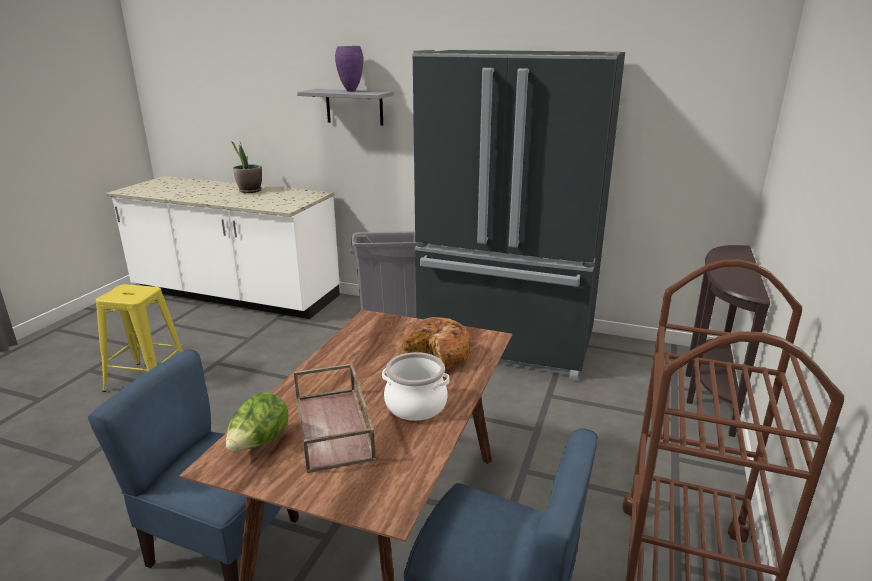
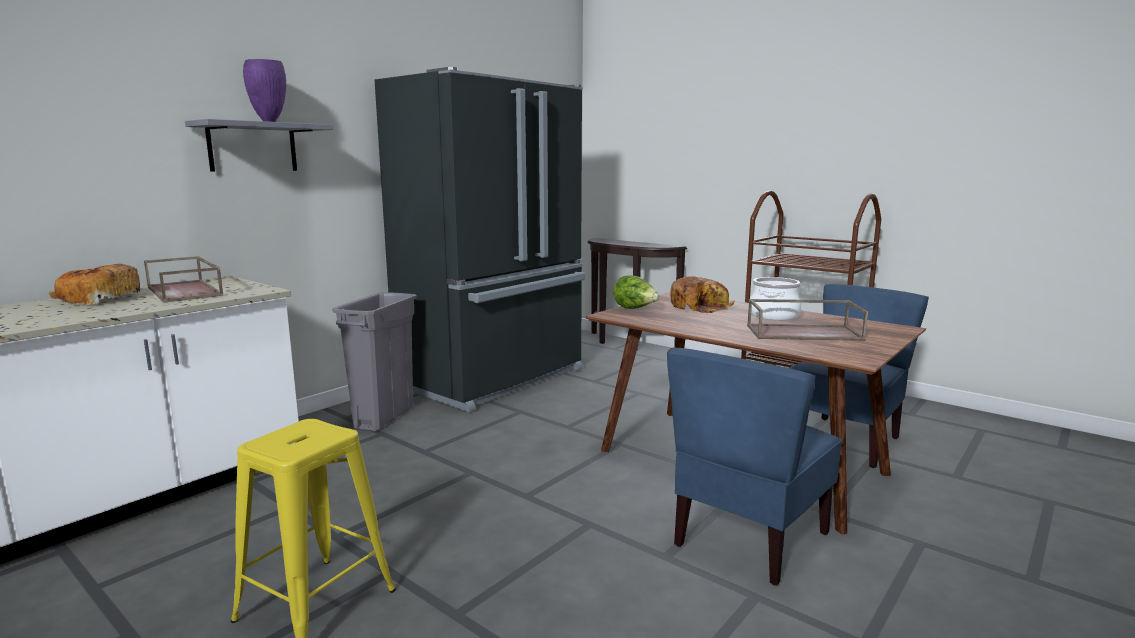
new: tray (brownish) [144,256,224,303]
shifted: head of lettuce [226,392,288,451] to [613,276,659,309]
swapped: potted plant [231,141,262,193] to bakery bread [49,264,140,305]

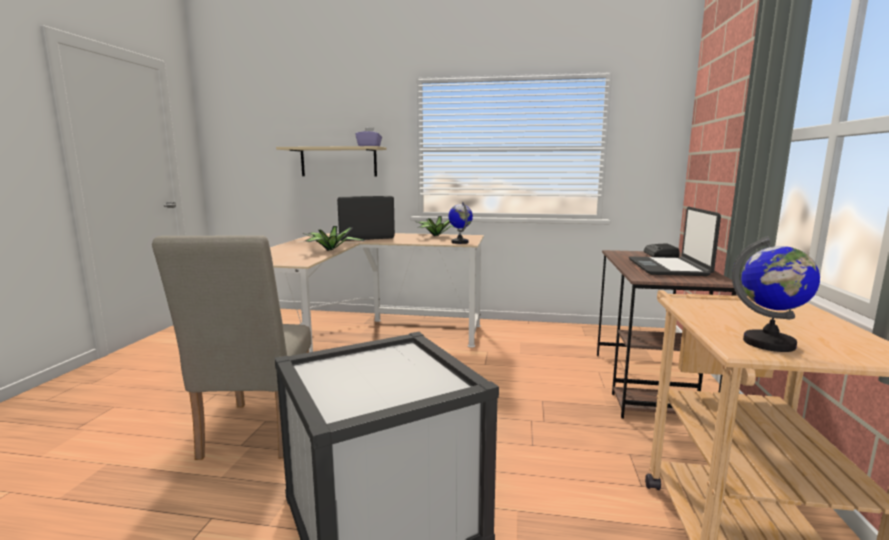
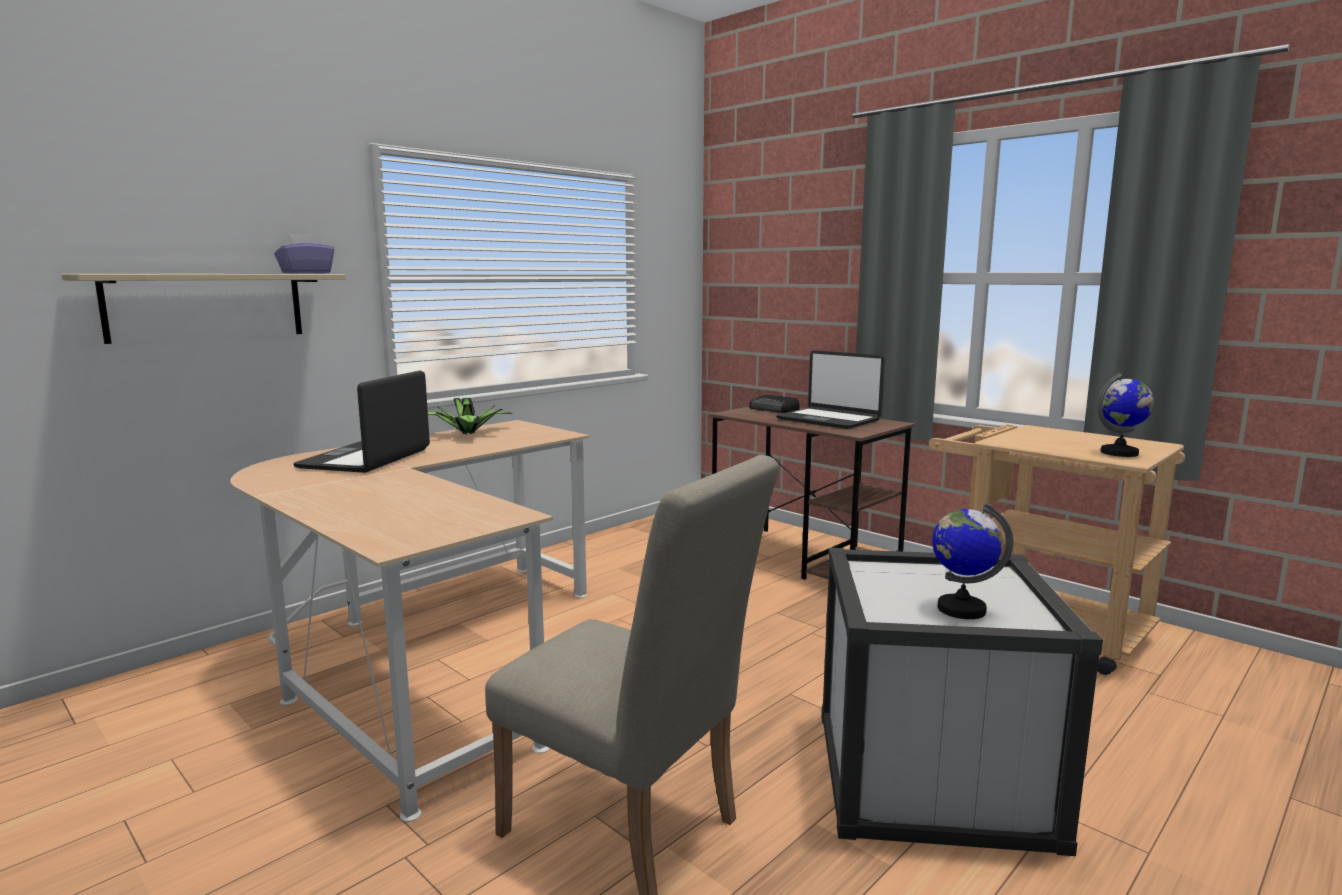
gone: potted plant [303,226,364,251]
shifted: desk globe [448,201,473,244] to [932,503,1013,619]

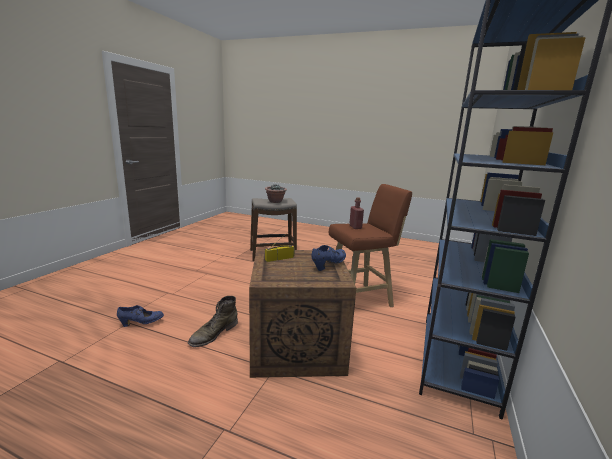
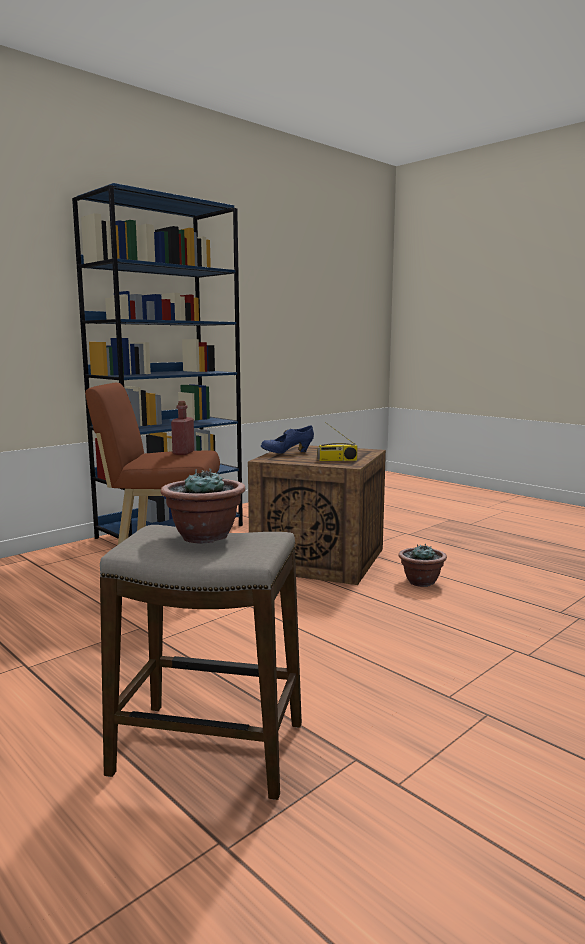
gone: shoe (blue) [117,305,164,327]
swapped: boot (green-coloured) [188,296,238,347] to potted plant [399,544,447,587]

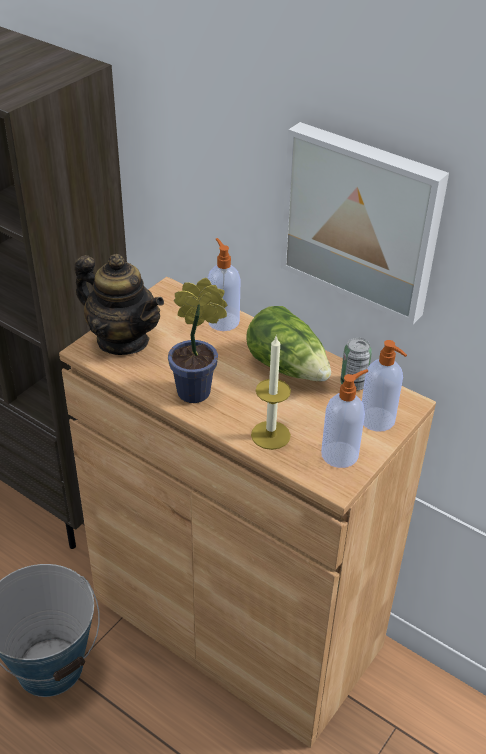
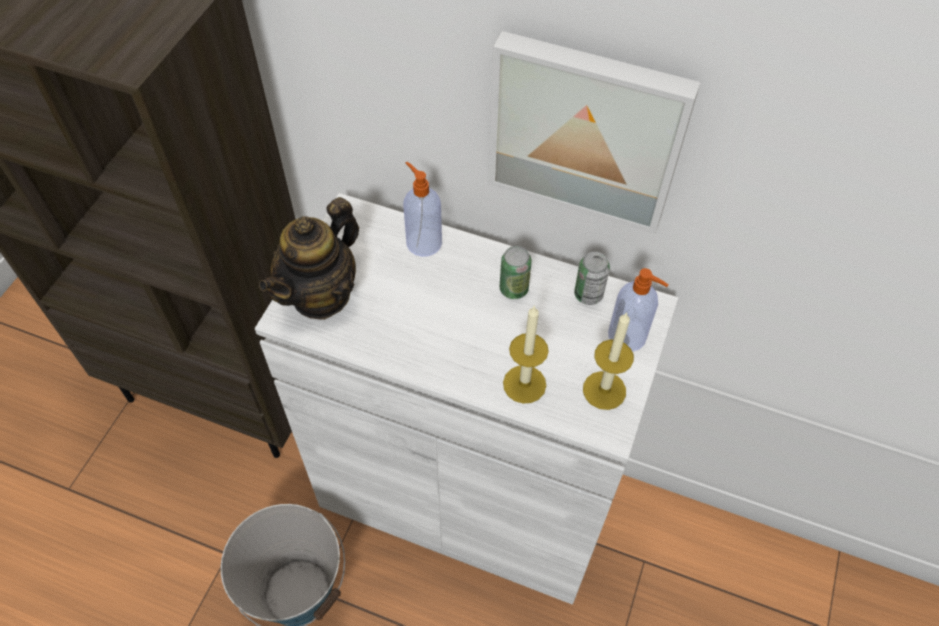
gone: potted plant [168,278,227,403]
swapped: head of lettuce [246,306,331,381] to sealed can [500,246,532,299]; liquid soap bottle [321,369,369,468] to wax candle [583,312,634,410]
repainted: cupboard (brownish) [59,277,436,748] to cupboard (white-coloured) [255,193,678,605]
rotated: tea pot [75,254,164,355] = [259,197,359,320] 105 degrees clockwise

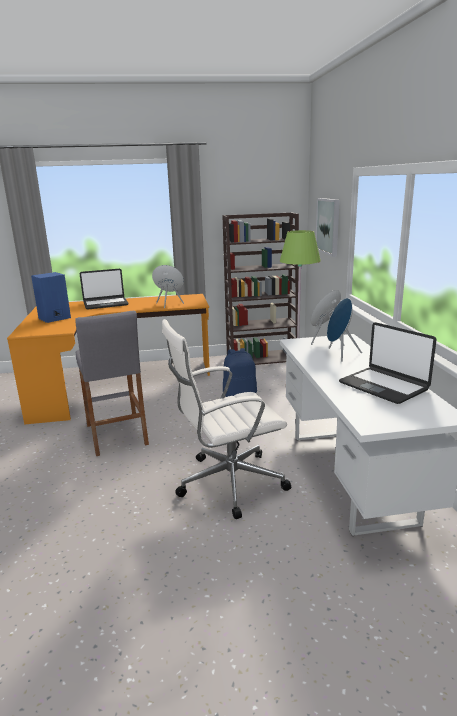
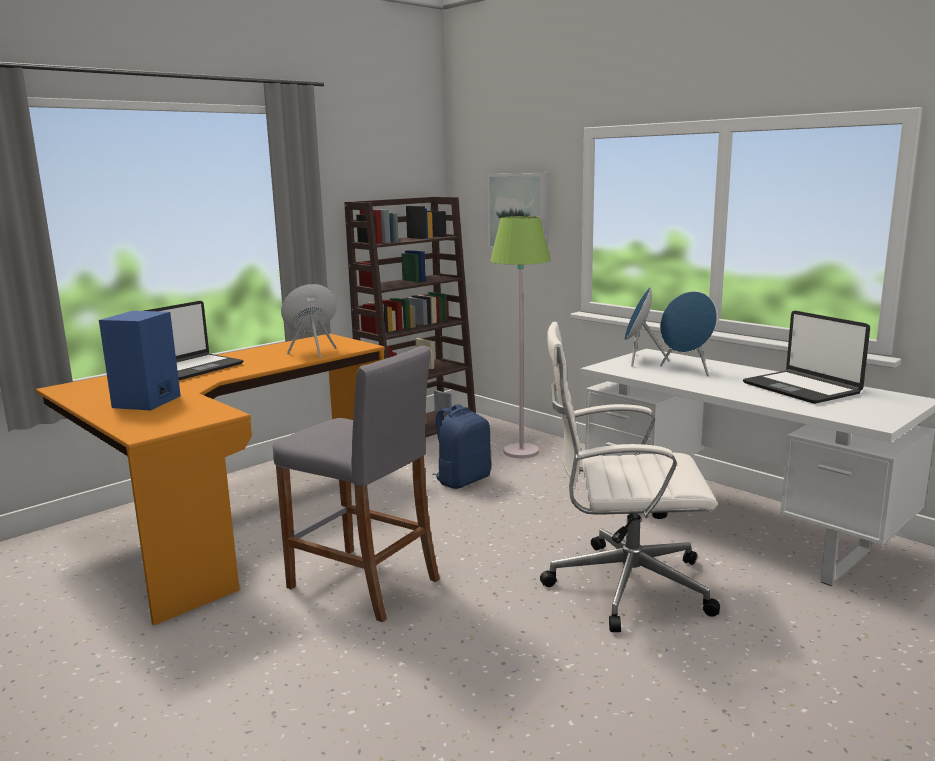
rotated: computer chair (white-coloured) [162,319,291,519] = [540,322,720,632] 60 degrees clockwise; laptop [339,322,437,404] = [743,311,870,404] 45 degrees clockwise

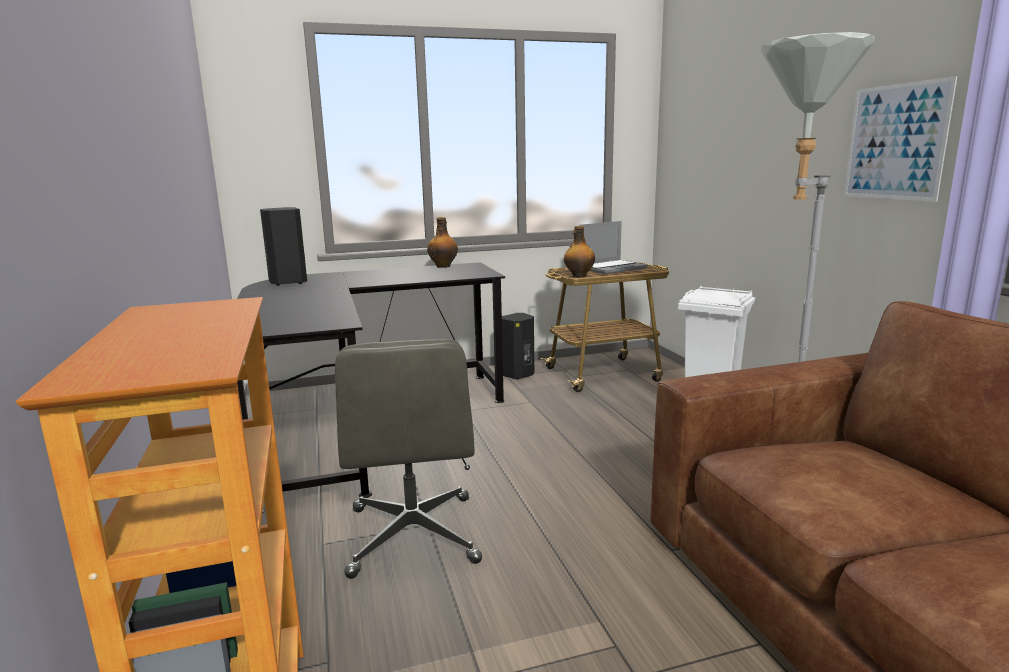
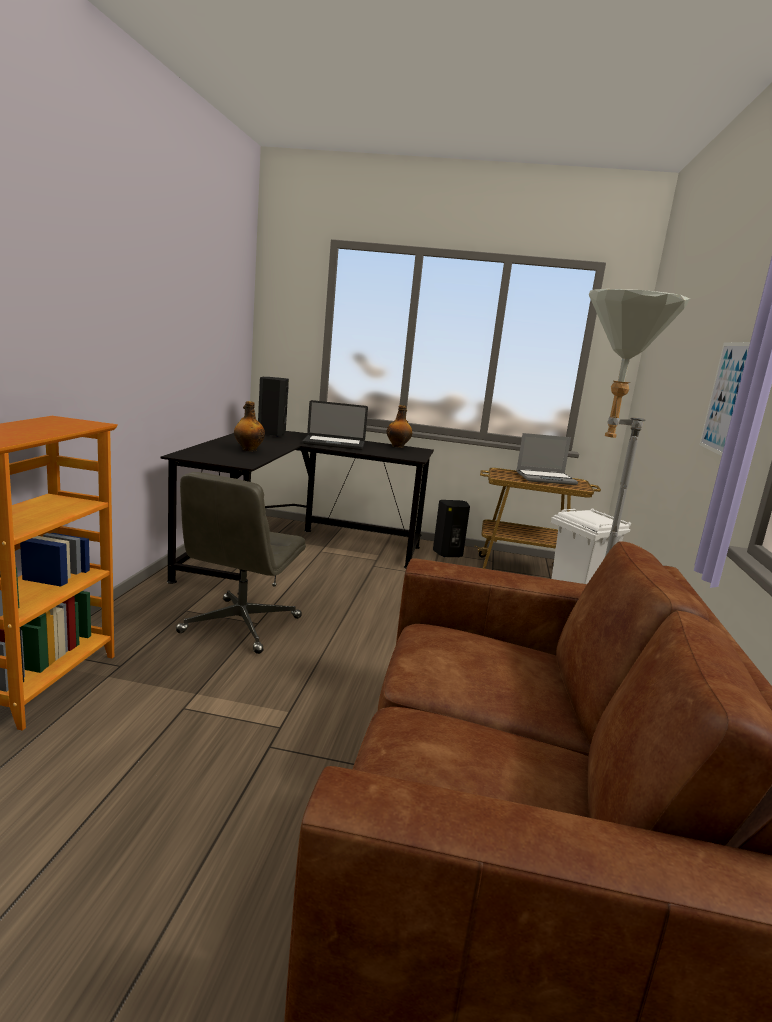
new: laptop [303,400,368,450]
shifted: drink bottle [564,226,595,277] to [234,401,265,451]

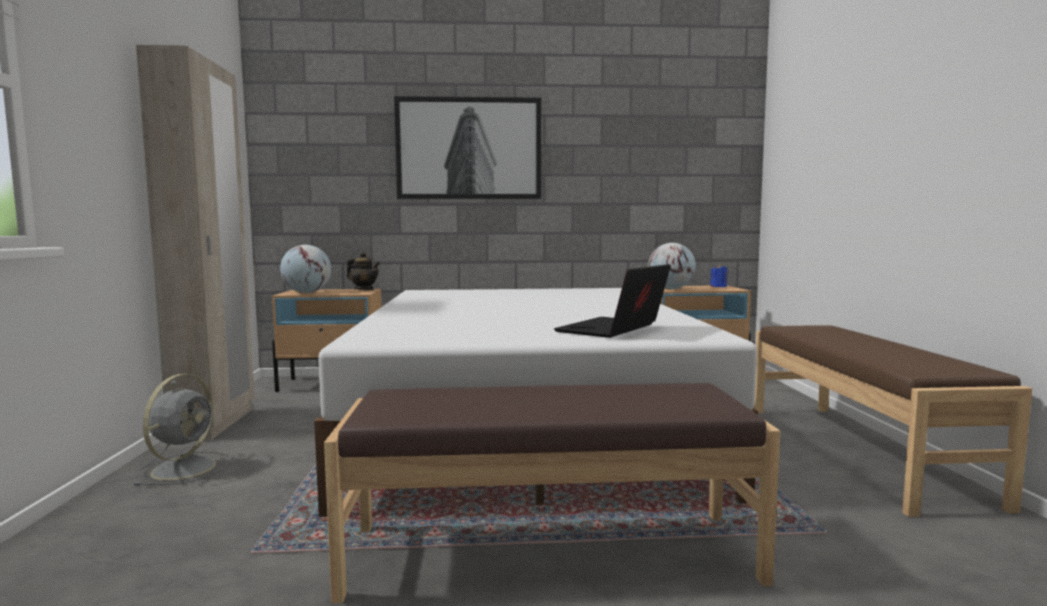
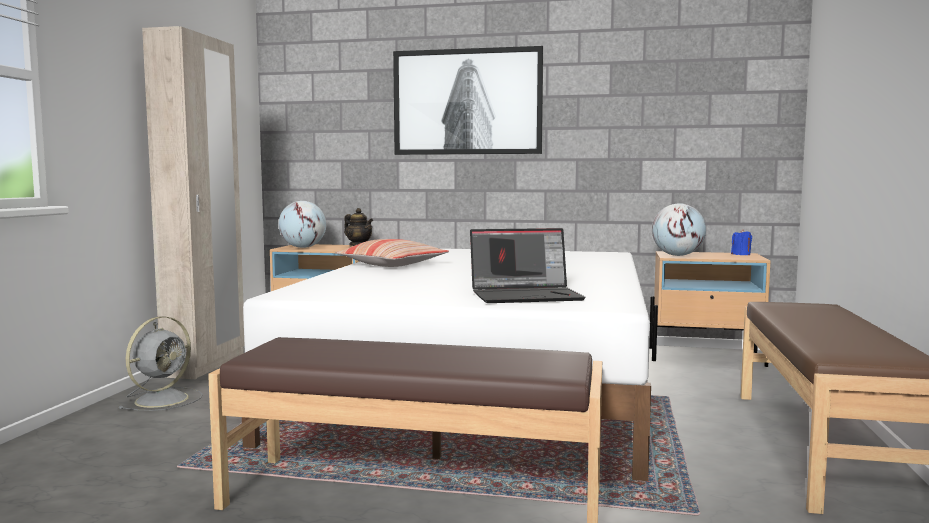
new: pillow [335,239,449,267]
rotated: laptop [554,264,671,338] = [470,228,586,303] 150 degrees counterclockwise

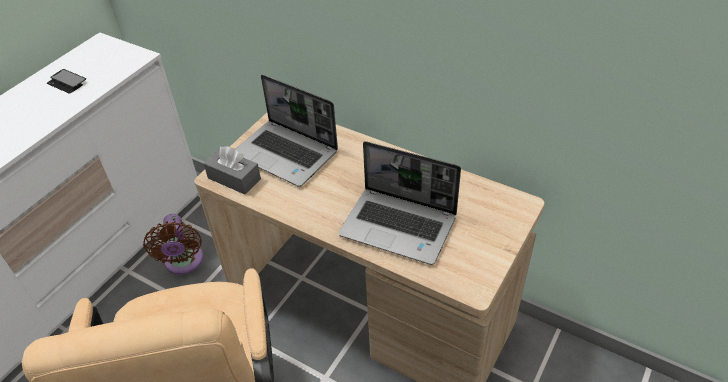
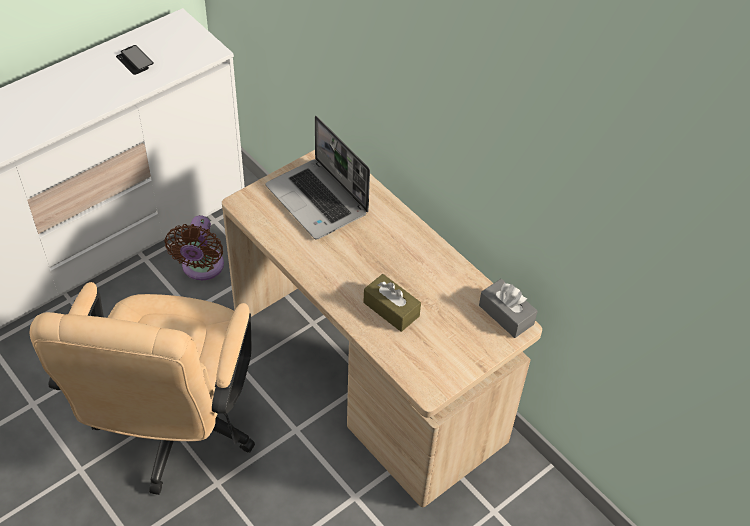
shifted: tissue holder (grey) [204,146,261,195] to [479,279,538,338]
swapped: laptop [338,141,461,265] to tissue holder (brownish) [363,274,421,332]

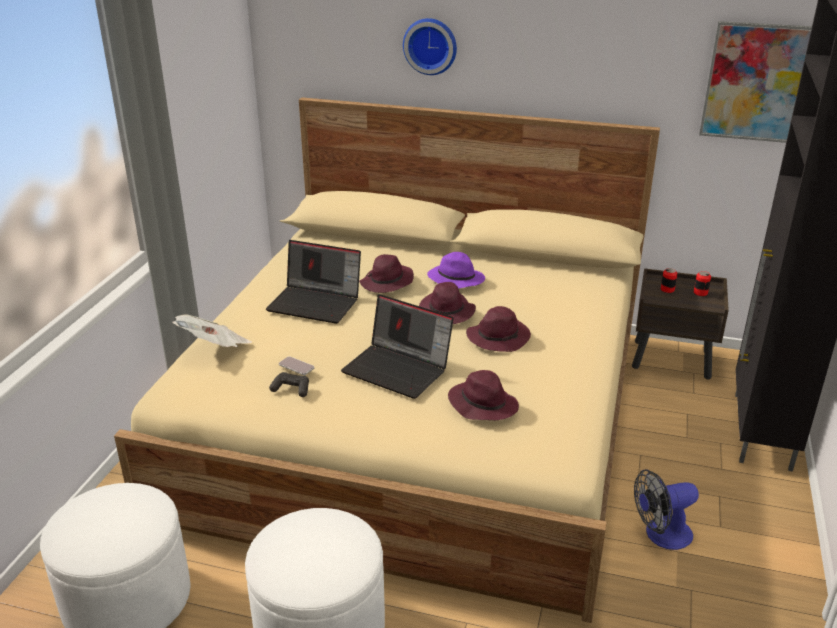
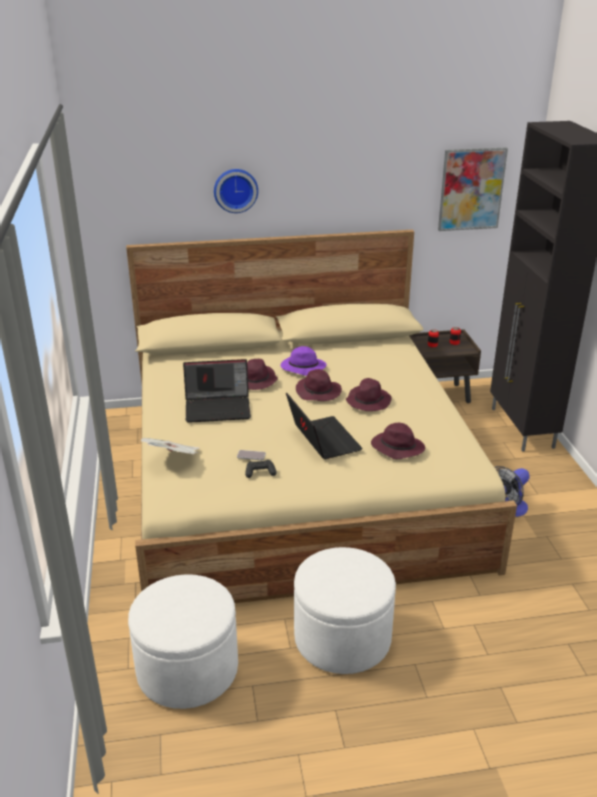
rotated: laptop [341,294,454,399] = [286,392,363,459] 120 degrees counterclockwise

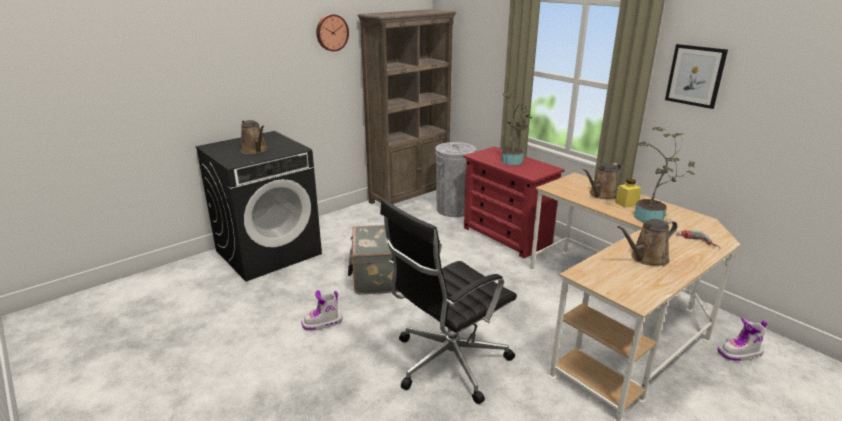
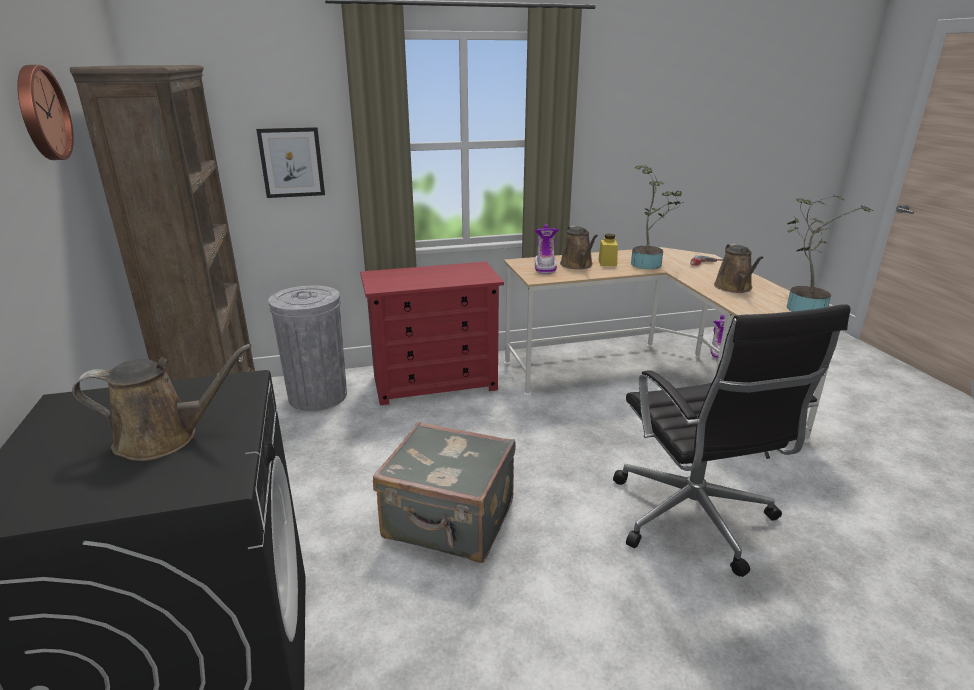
shifted: wall art [665,44,728,109] to [256,127,325,198]; boot [301,290,342,331] to [534,225,559,274]; potted plant [502,93,532,165] to [787,195,873,312]

